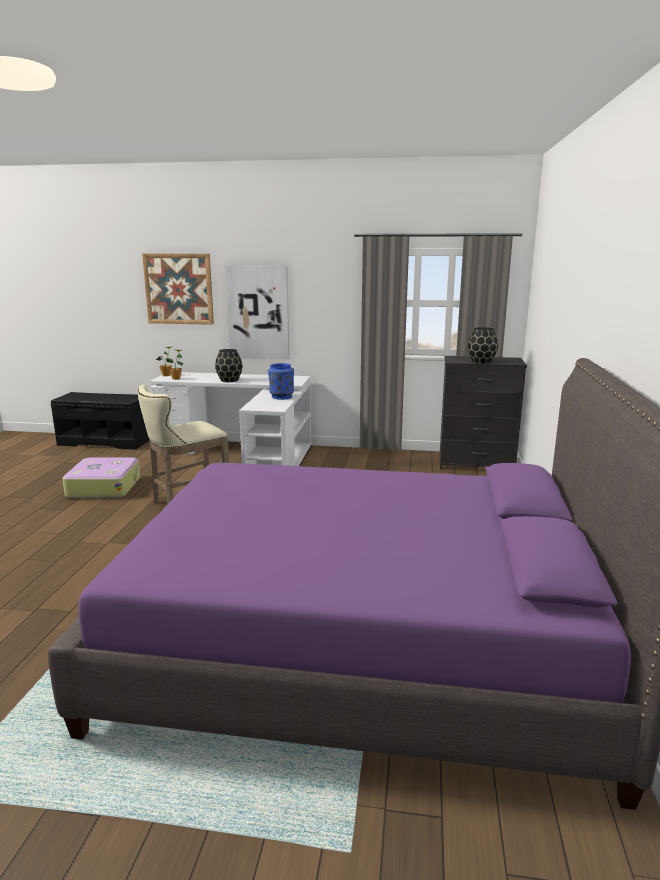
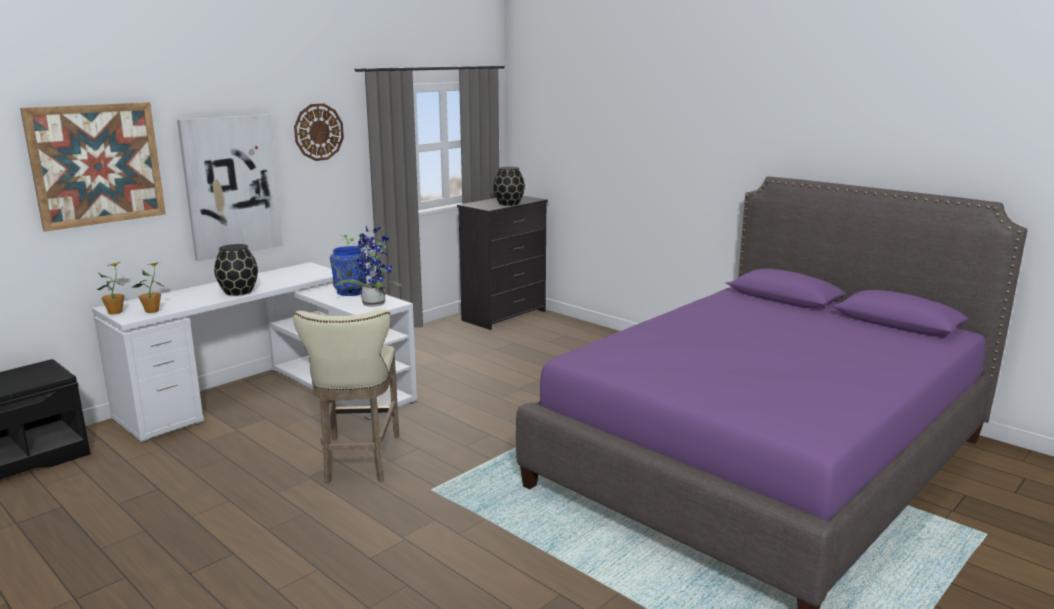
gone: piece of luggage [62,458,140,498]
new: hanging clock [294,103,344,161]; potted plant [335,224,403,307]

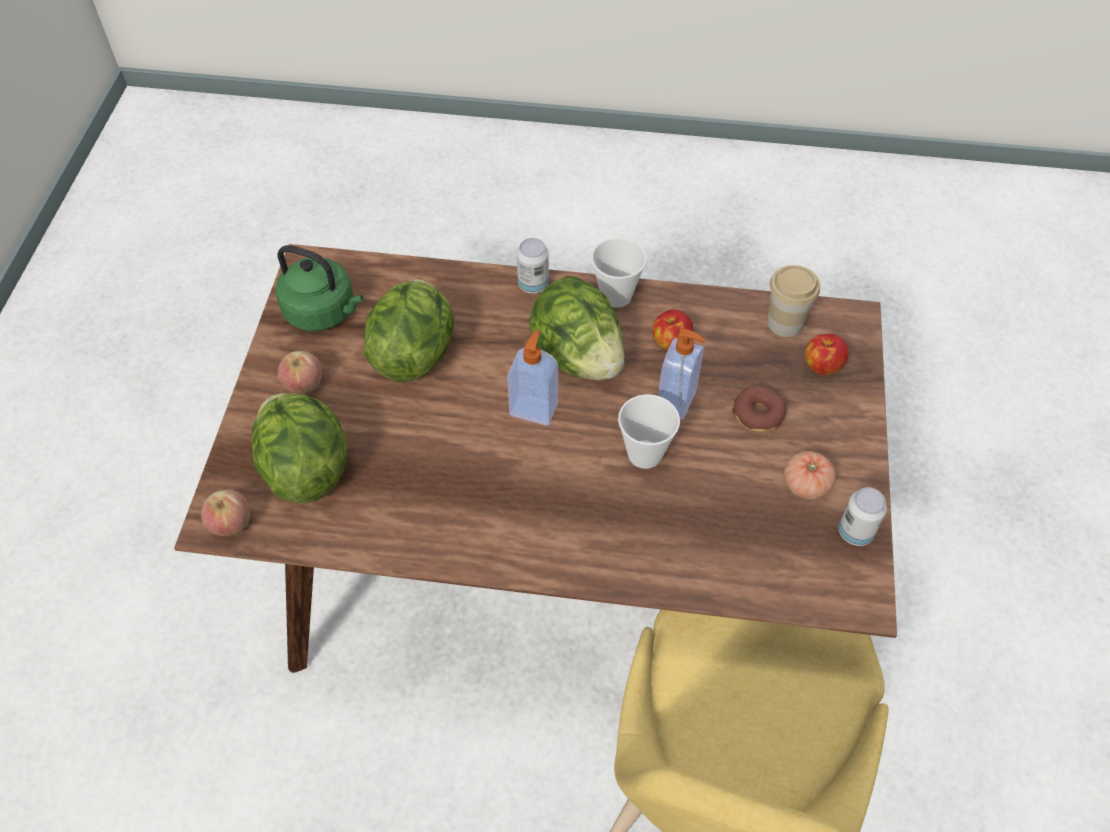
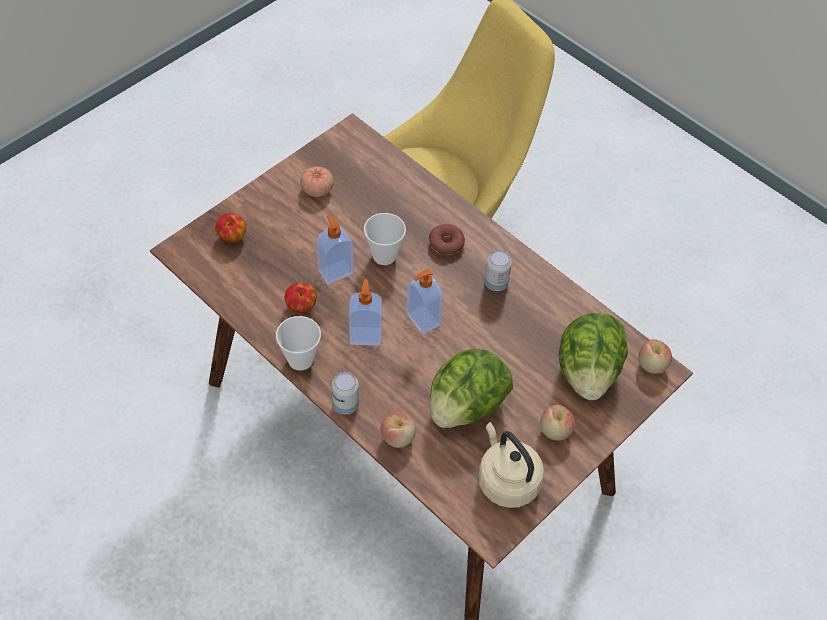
gone: drinking cup [767,265,820,337]
new: whole apple [381,413,416,448]
shifted: ring doughnut [732,385,786,432] to [429,224,465,256]; sealed can [838,487,887,546] to [484,250,512,291]
swapped: head of lettuce [529,276,625,380] to liquid soap bottle [349,279,382,346]
repainted: tea kettle (green-coloured) [276,245,363,332] to tea kettle (sand-coloured) [478,422,544,508]

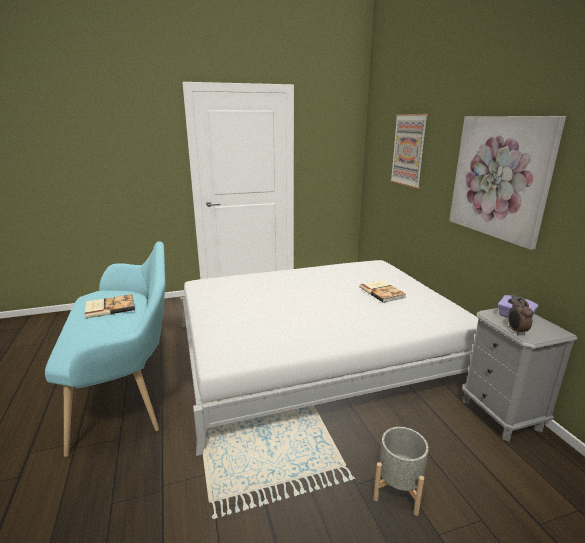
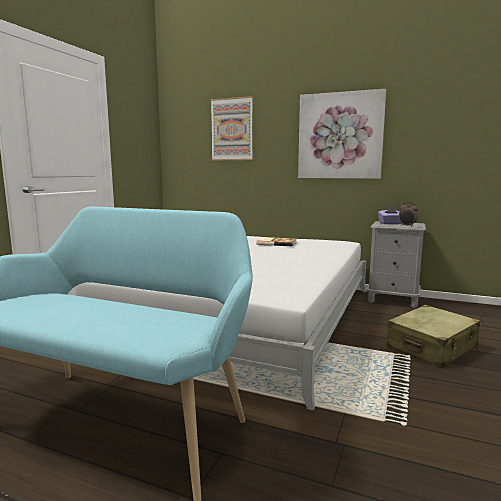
gone: book [85,294,135,318]
swapped: plant pot (grey) [373,427,429,516] to piece of luggage (sand-coloured) [386,305,480,368]

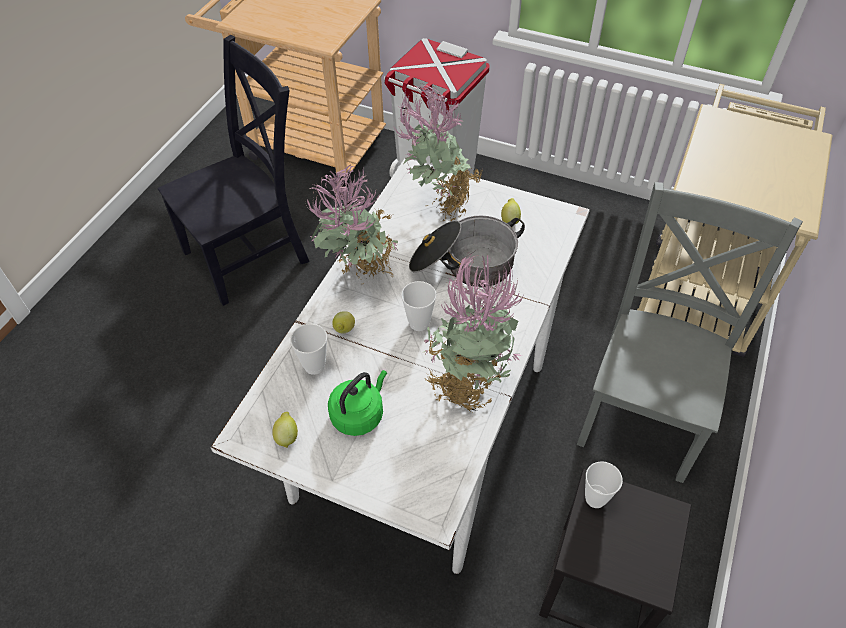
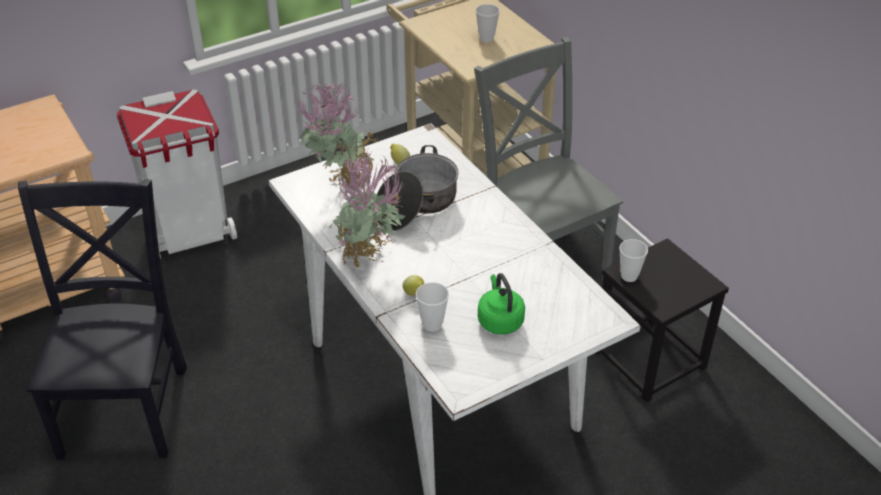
gone: citrus fruit [272,412,298,448]; potted plant [424,251,523,413]
shifted: drinking cup [401,281,436,331] to [476,4,500,42]

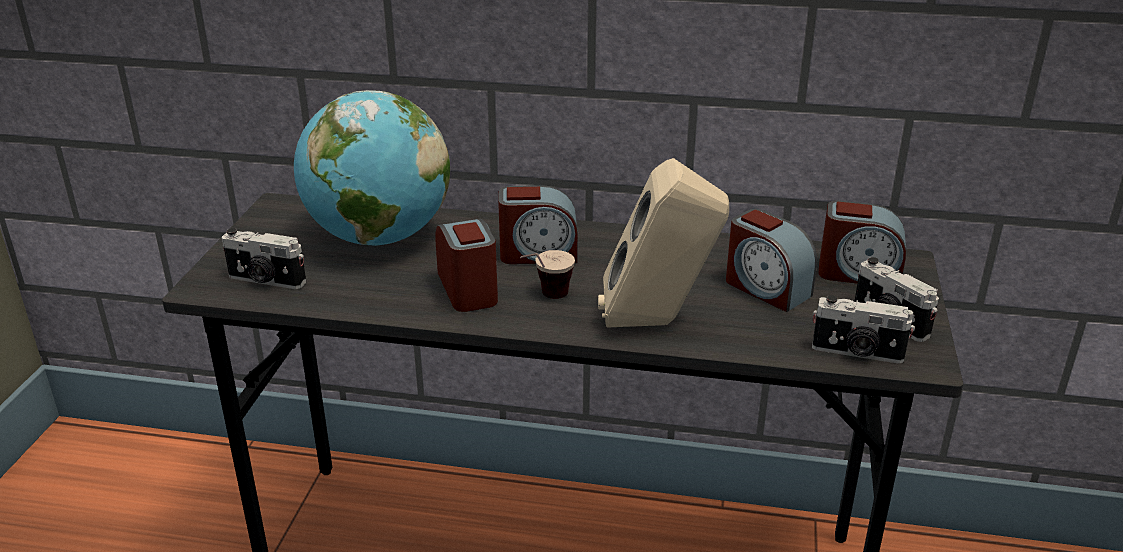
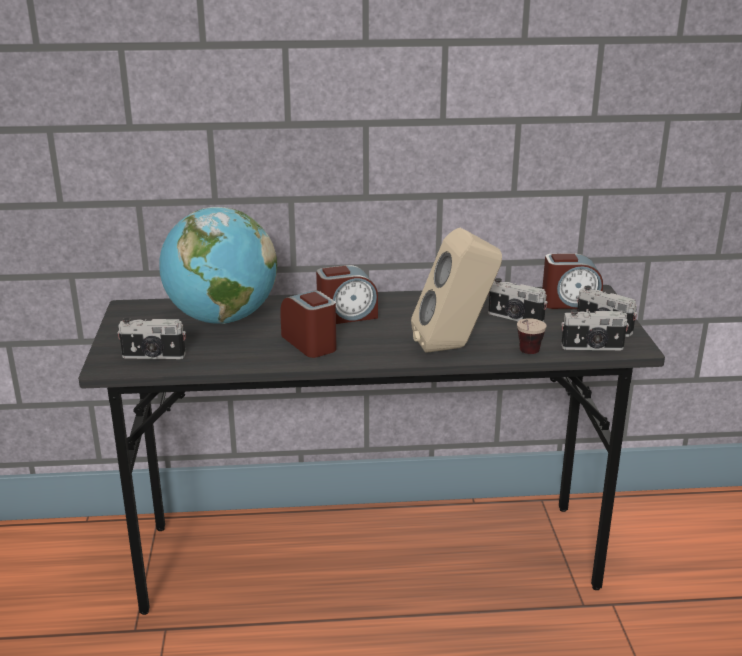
shifted: drinking cup [520,250,575,299] to [517,318,546,354]
swapped: bedside clock [726,209,817,312] to still camera [488,278,548,322]

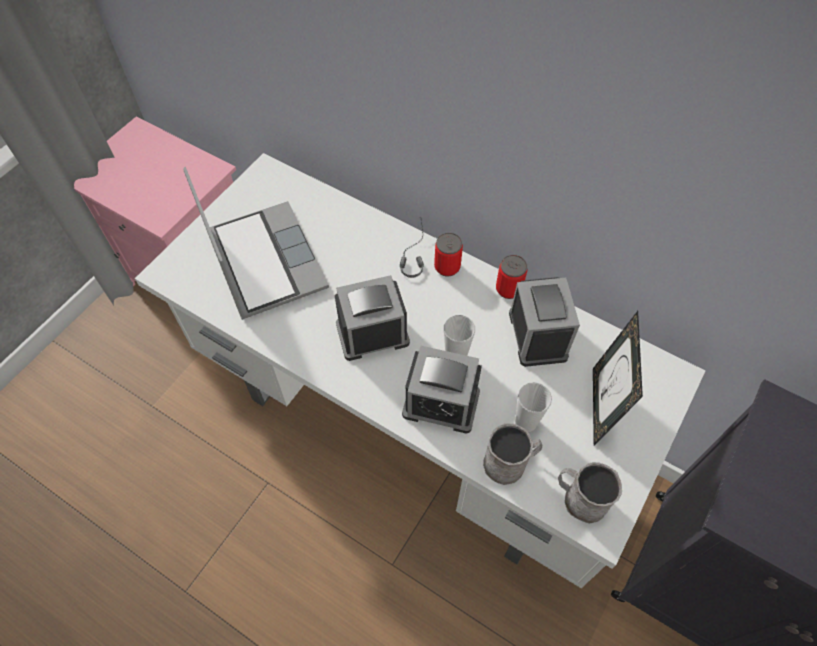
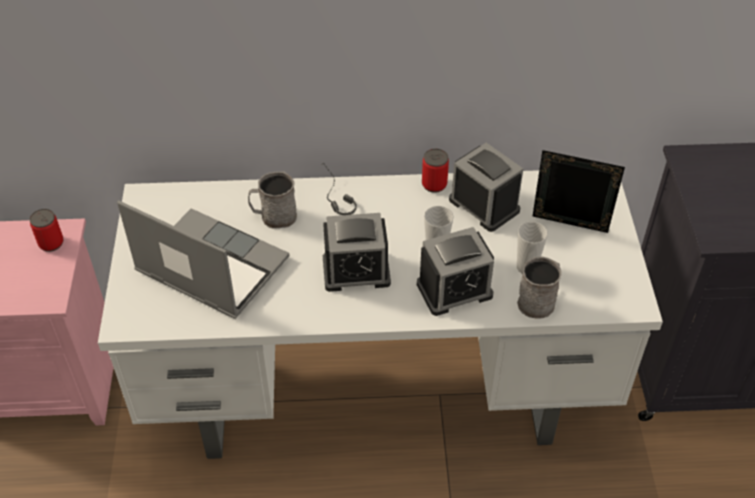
shifted: sealed can [434,233,463,276] to [29,209,63,252]; tea mug (grey) [558,462,622,524] to [248,172,297,228]
rotated: bedside clock [335,275,410,361] = [323,213,391,292] 135 degrees counterclockwise; picture frame [593,311,643,445] = [533,150,625,233] 135 degrees clockwise

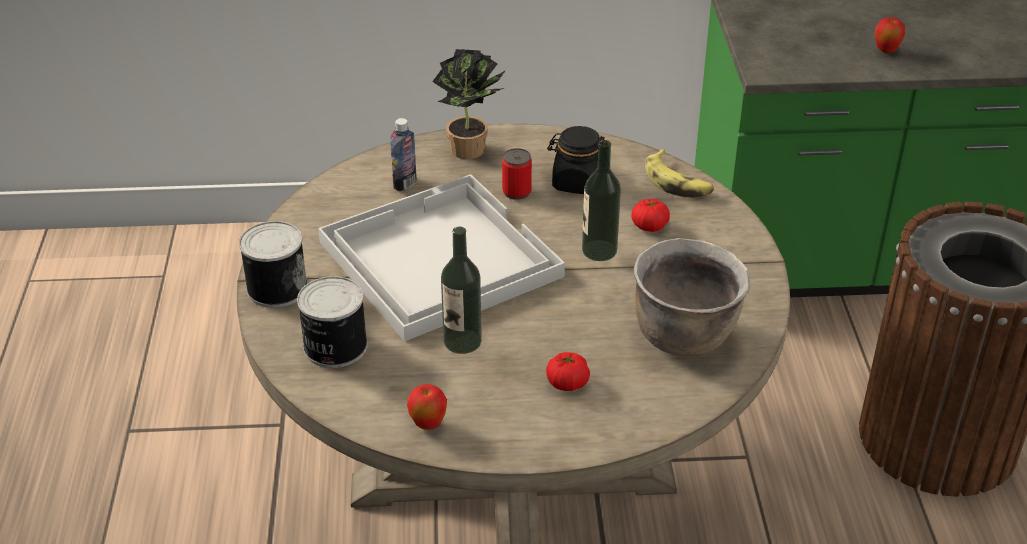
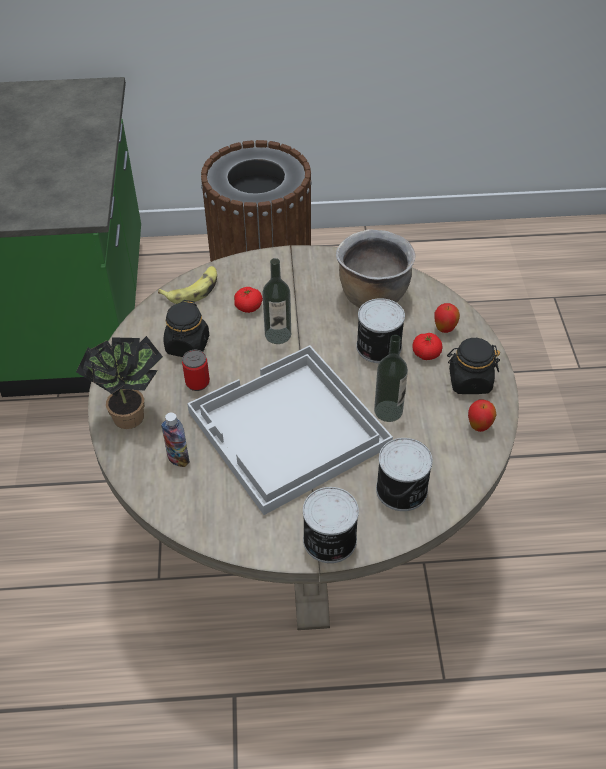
new: sealed can [356,298,405,363]; jar (blackish) [447,338,500,394]
shifted: whole apple [875,17,906,53] to [434,303,460,333]

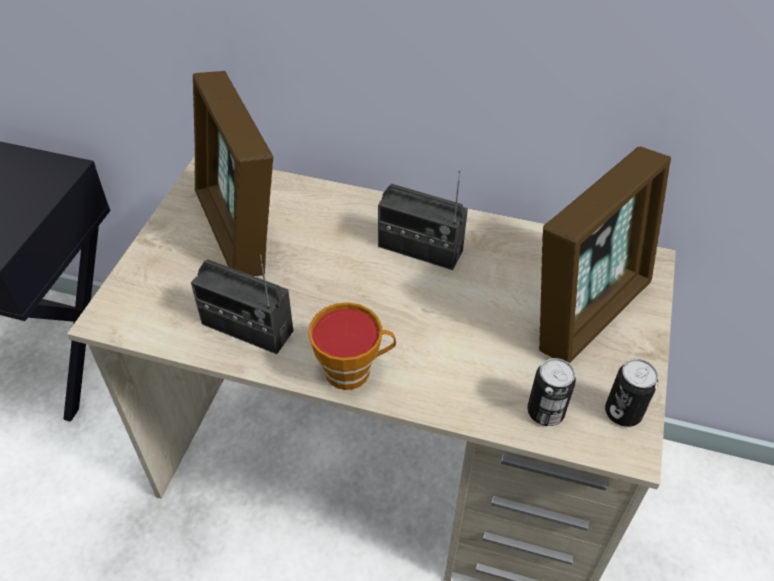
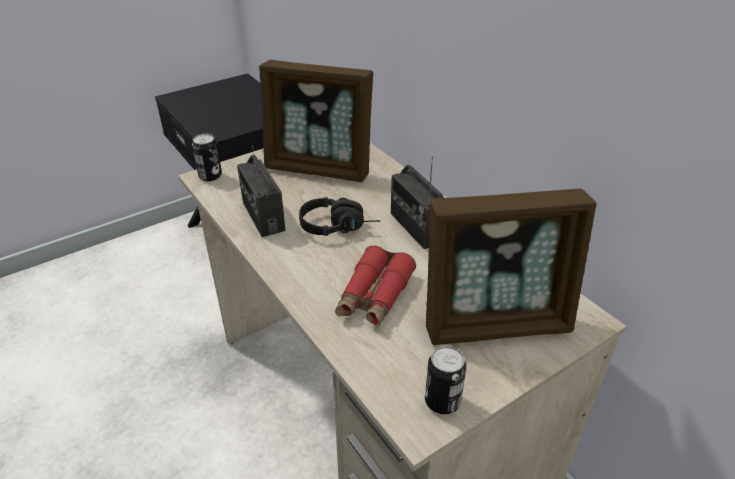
gone: drinking cup [308,302,396,390]
new: pair of headphones (blackish) [299,197,381,236]; pair of binoculars (red-coloured) [335,246,416,327]
shifted: sealed can [527,358,576,426] to [192,134,222,181]
rotated: picture frame [193,71,273,276] = [259,60,373,182] 90 degrees counterclockwise

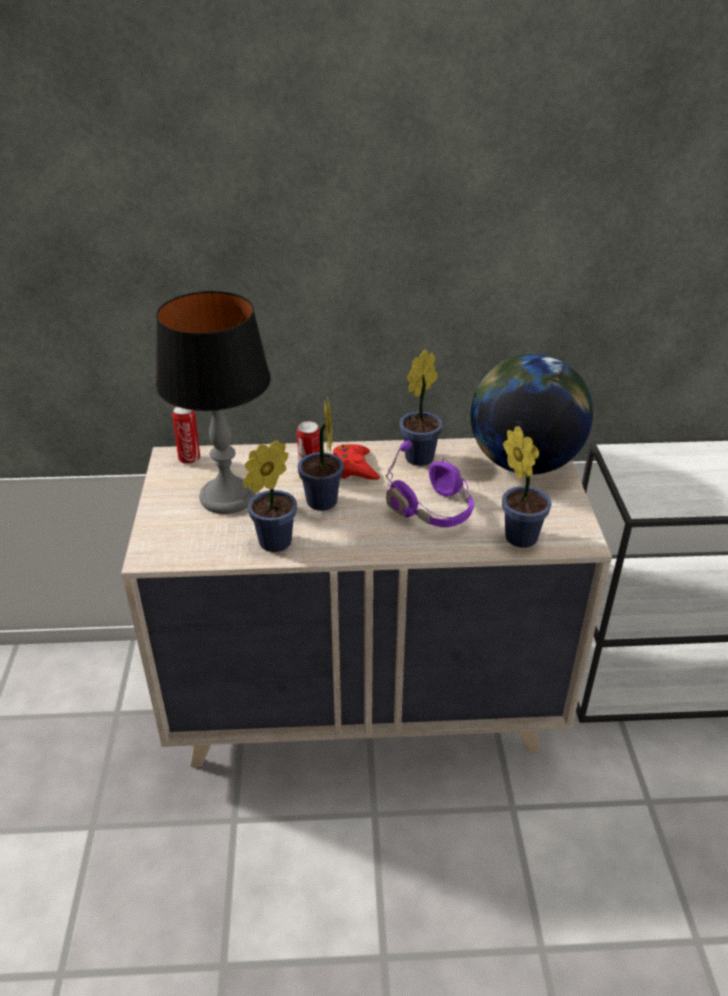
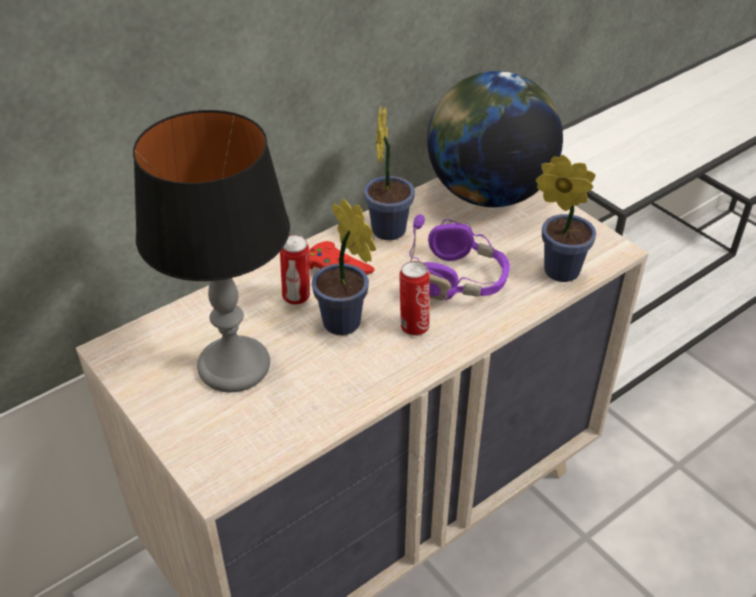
gone: potted plant [243,440,297,552]
shifted: sealed can [172,407,200,464] to [399,261,430,336]

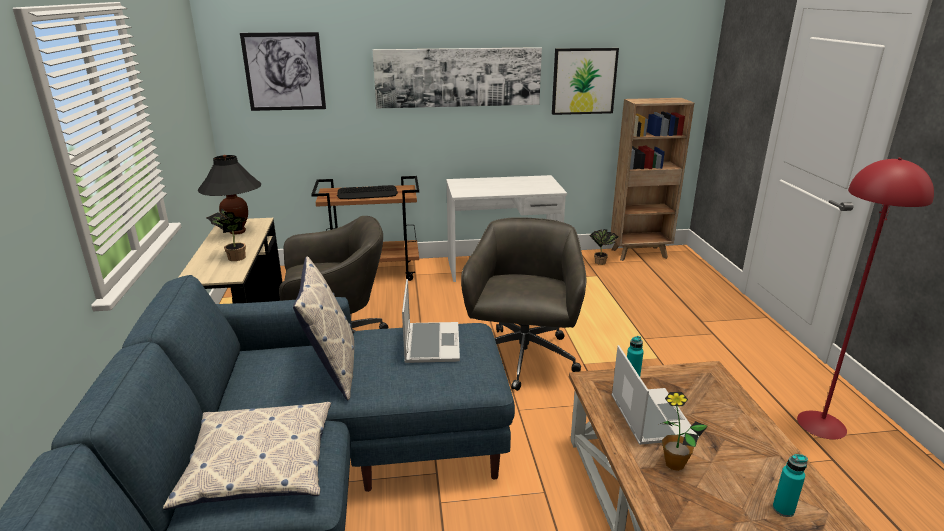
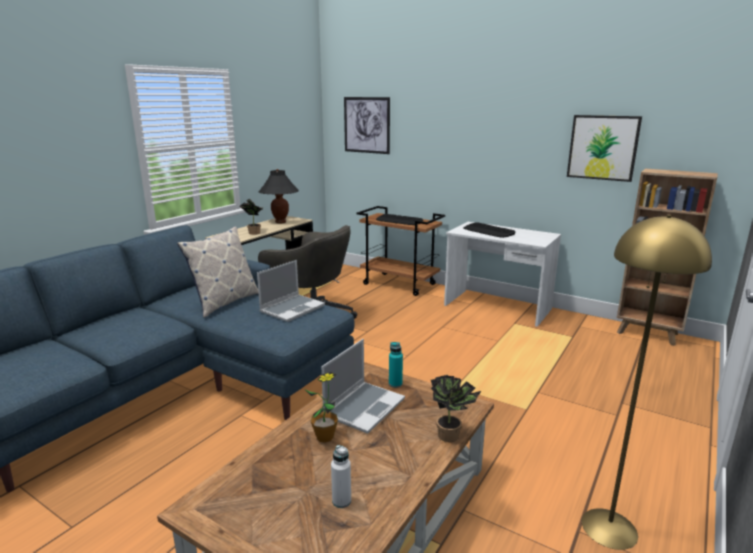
gone: pillow [163,402,331,510]; wall art [373,47,542,108]; computer chair (grey) [461,217,586,391]
new: keyboard [463,222,515,238]
shifted: potted plant [589,229,619,265] to [431,375,481,442]
repainted: drink bottle (turquoise) [773,454,808,517] to drink bottle (white-coloured) [331,445,351,508]; floor lamp (red-coloured) [797,158,934,439] to floor lamp (yellowish) [582,215,712,550]

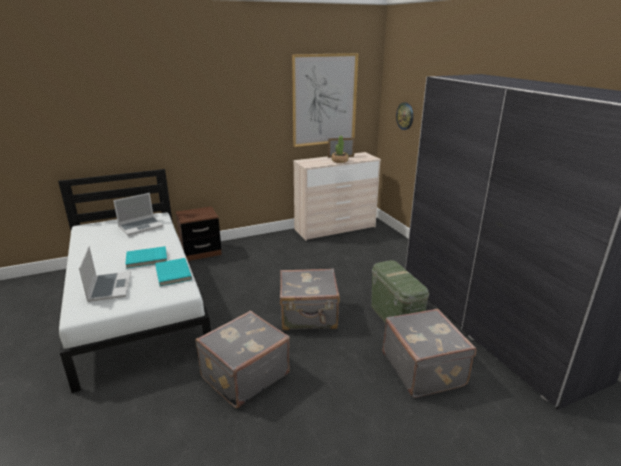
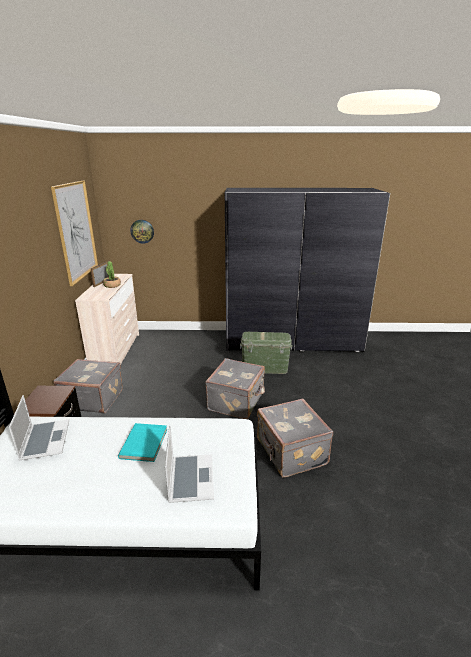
gone: book (turquoise) [155,258,192,286]
shifted: piece of luggage (grey) [383,309,476,398] to [54,359,123,413]
rotated: laptop [79,246,131,302] = [165,425,214,503] 75 degrees clockwise

